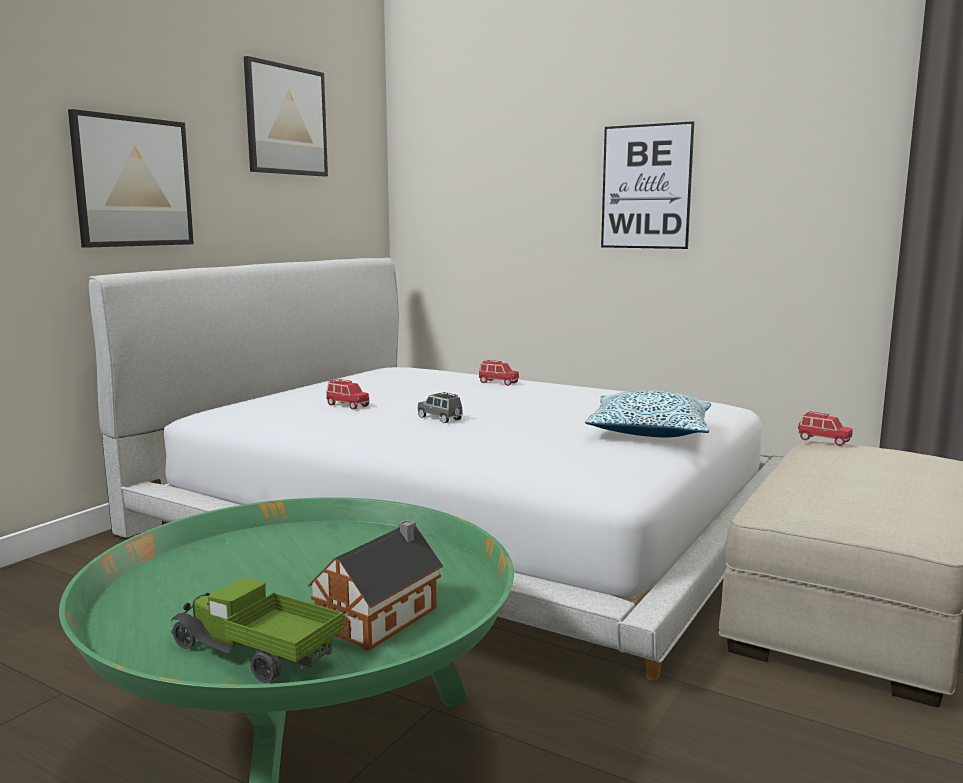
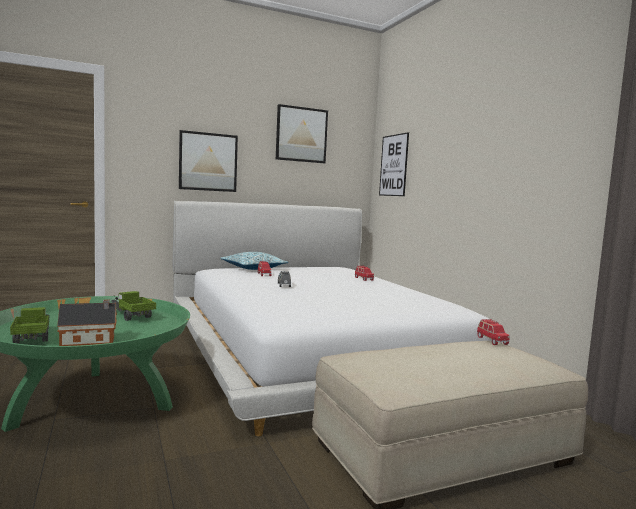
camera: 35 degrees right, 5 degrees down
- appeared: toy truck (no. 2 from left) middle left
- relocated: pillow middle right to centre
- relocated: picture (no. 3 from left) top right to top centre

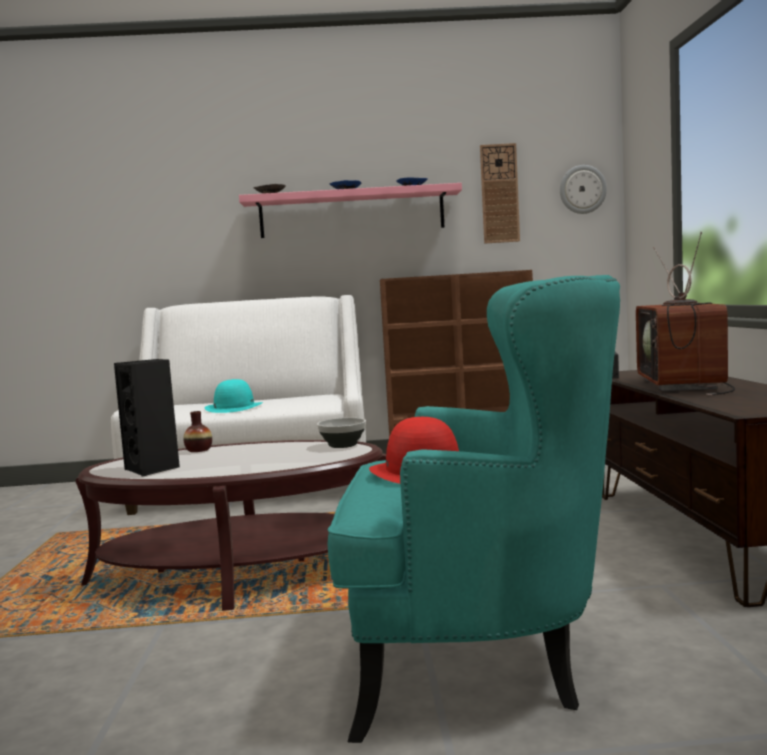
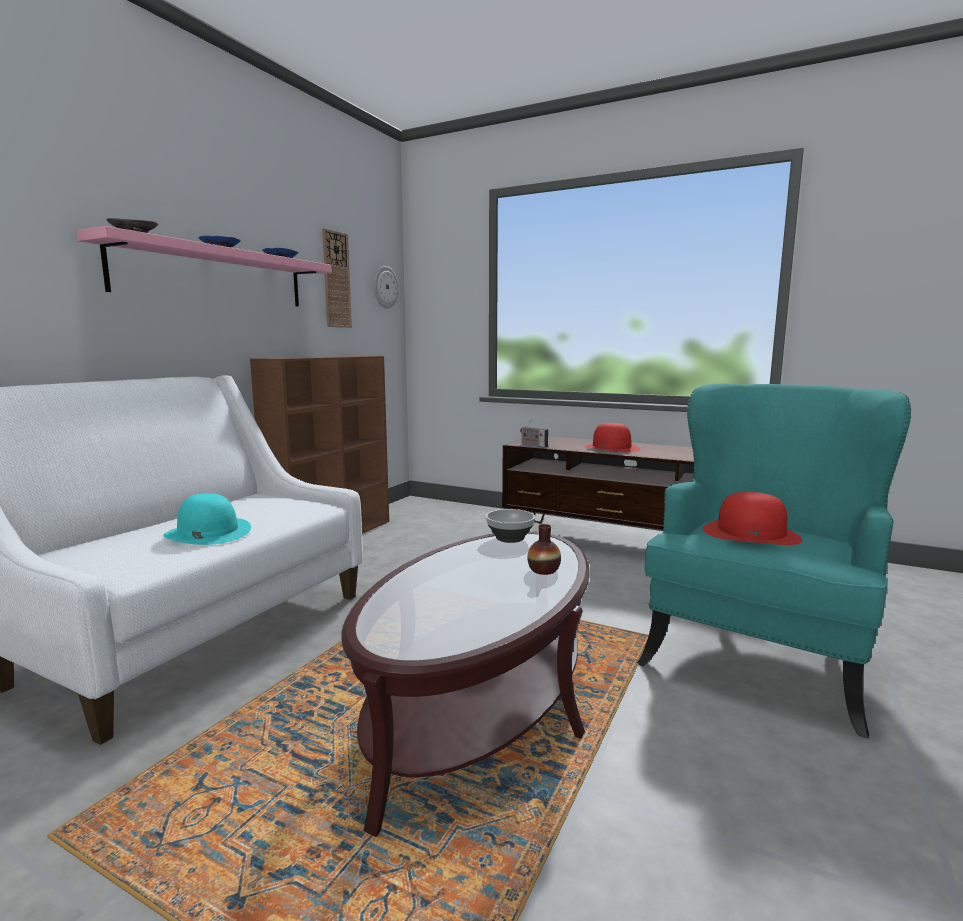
camera: 60 degrees left, 5 degrees up
- missing: speaker in black middle left
- relocated: vase middle left to centre
- exchanged: television middle right to hat in red (no. 1 from left) centre

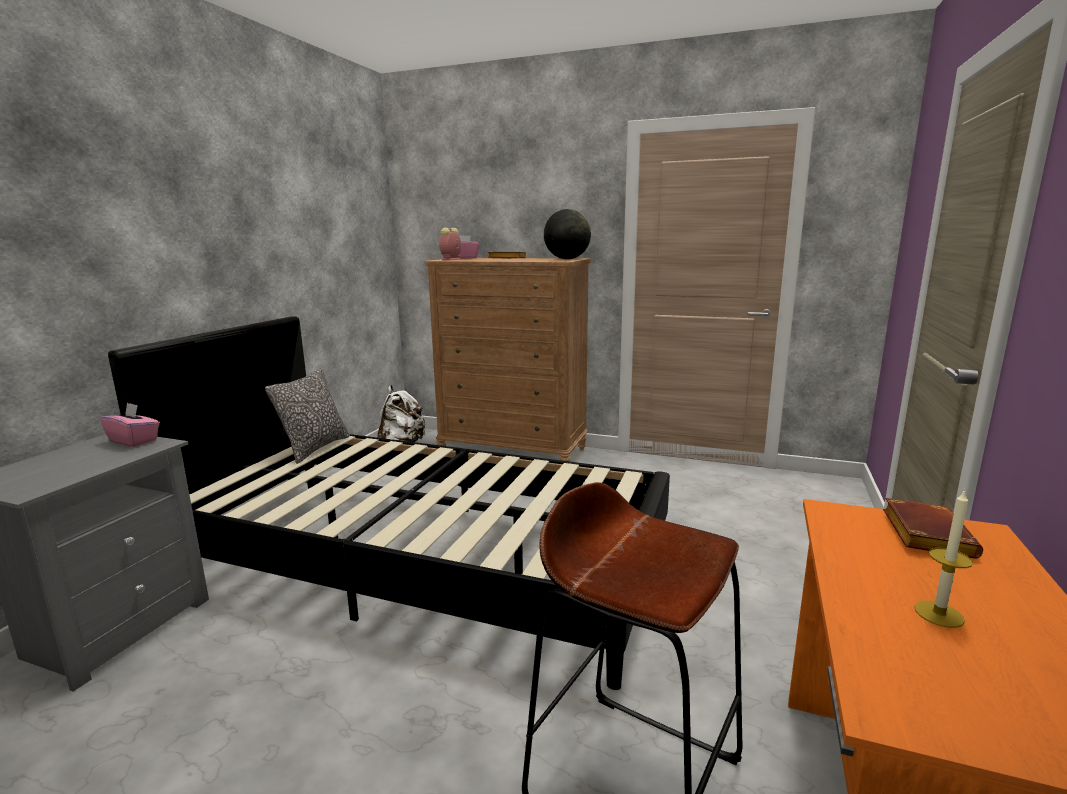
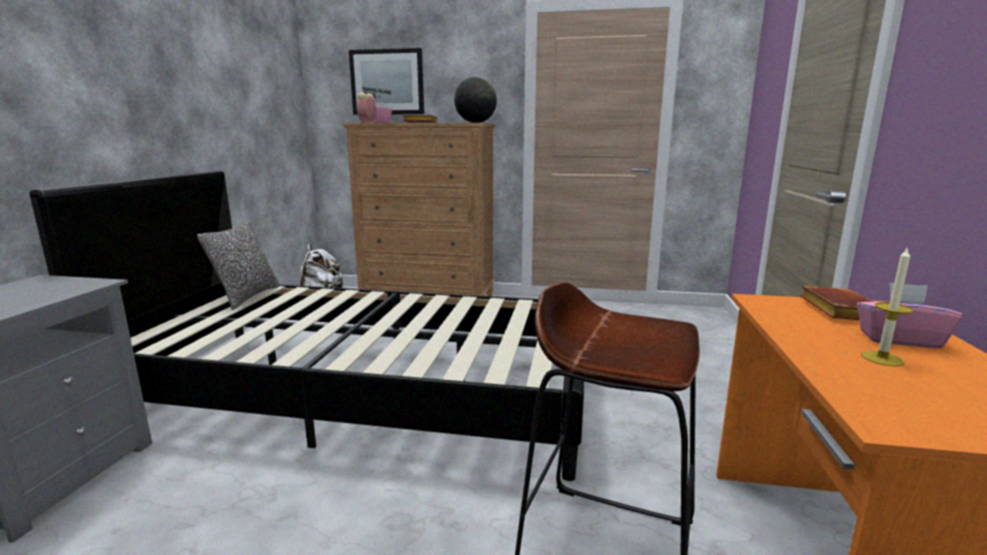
camera: 10 degrees left, 0 degrees up
- appeared: picture top centre
- relocated: tissue box in pink (no. 1 from left in the first image) middle left to tissue box in pink (no. 2 from left) middle right

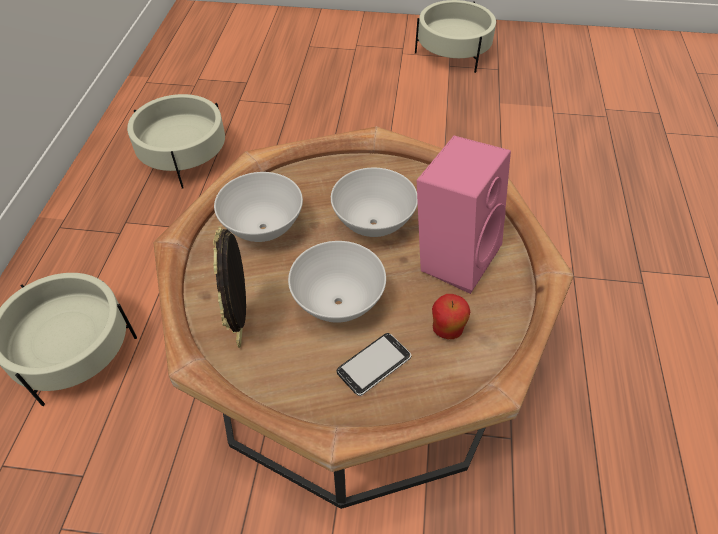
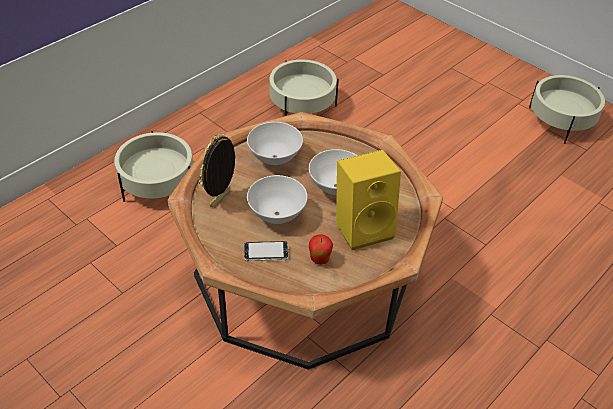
camera: 35 degrees right, 5 degrees down
- colour: speaker in pink centre to speaker in yellow centre

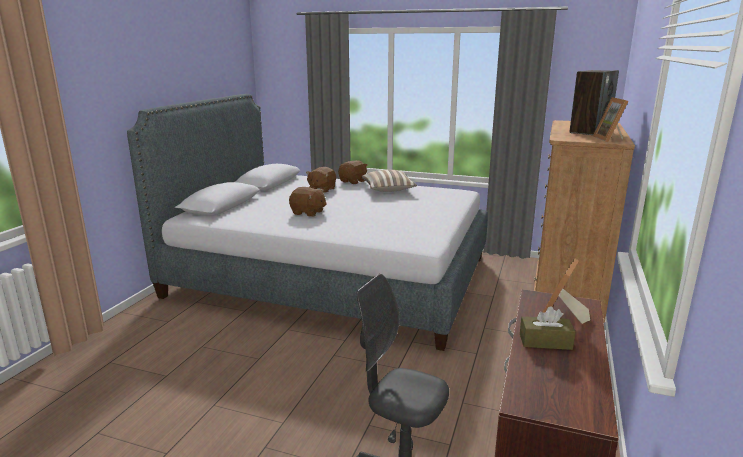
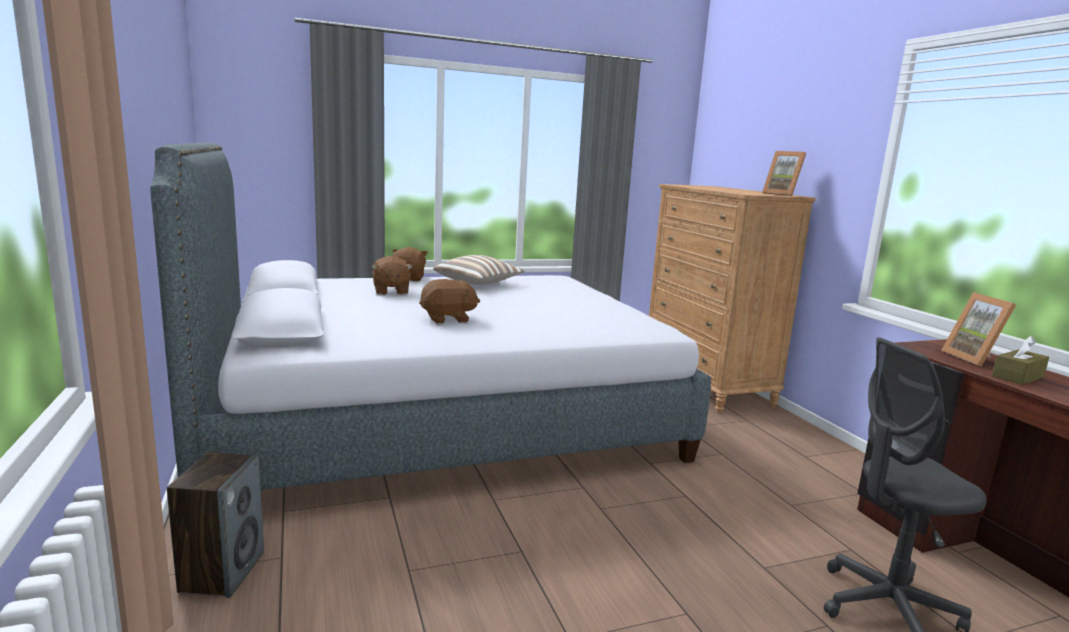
camera: 40 degrees left, 5 degrees down
- relocated: speaker top right to bottom left

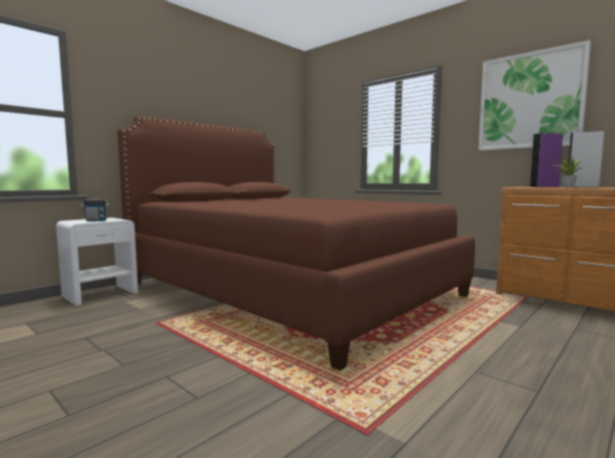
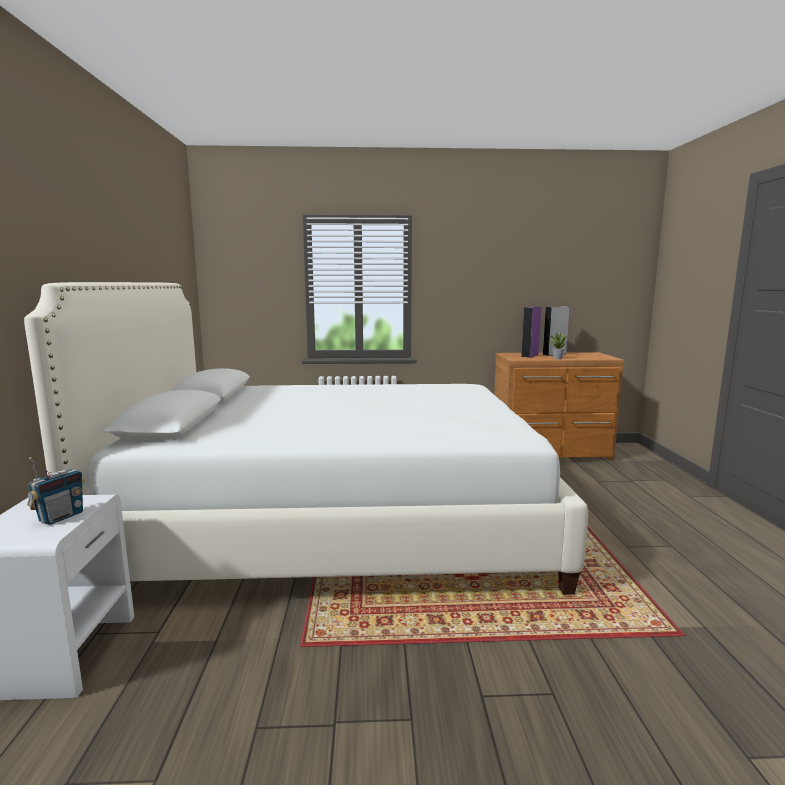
camera: 45 degrees left, 5 degrees up
- missing: picture top right
- colour: bed in brown centre to bed in white centre

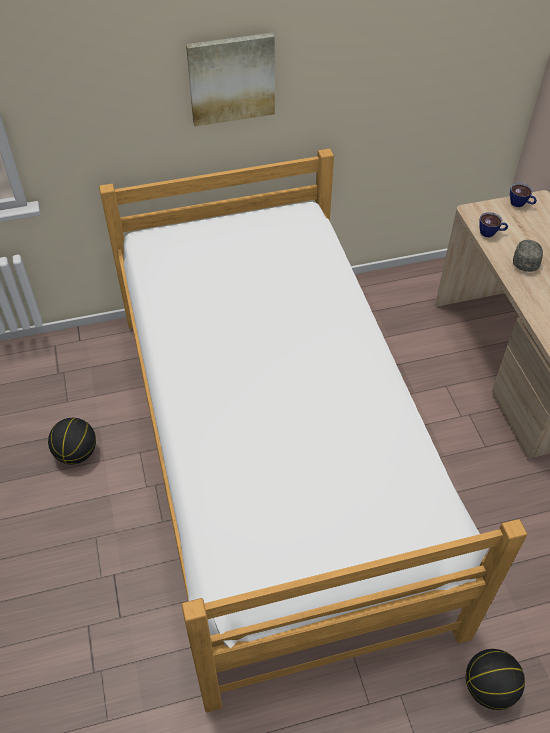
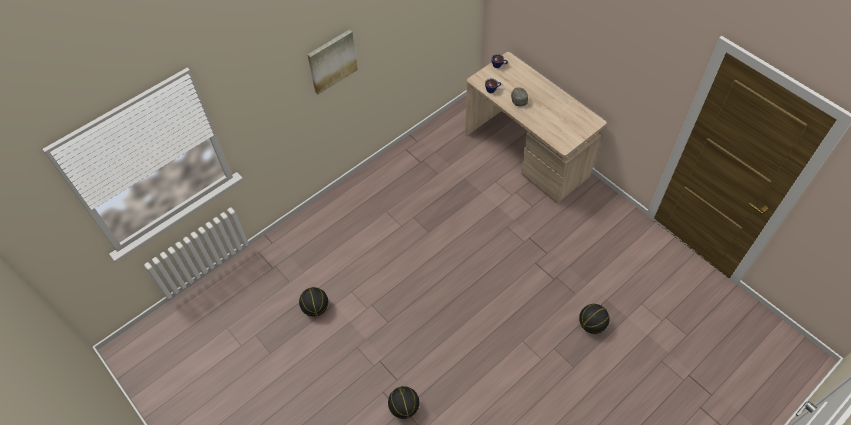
camera: 25 degrees left, 5 degrees up
- missing: bed centre
- appeared: basketball (no. 2 from left) bottom centre

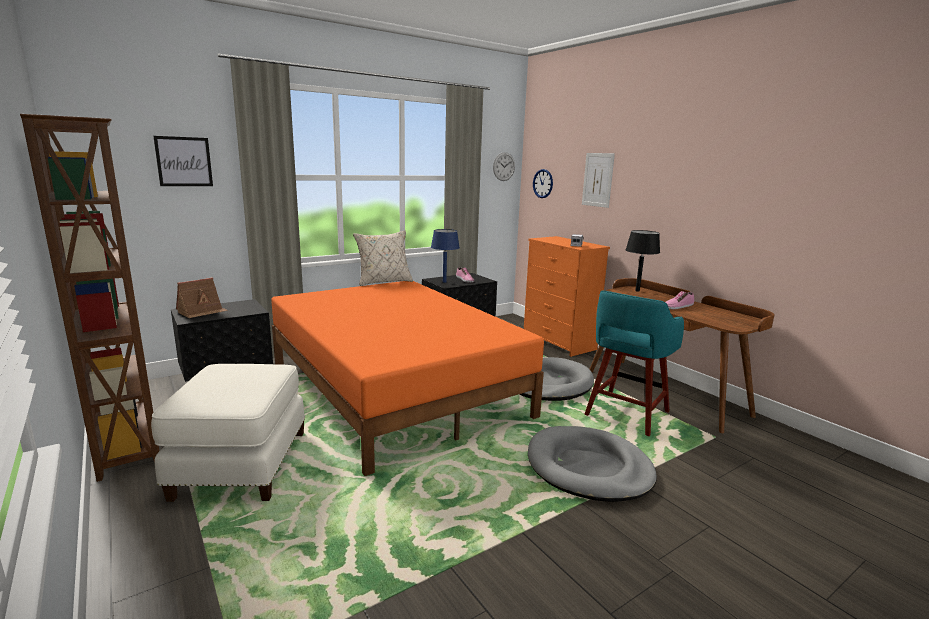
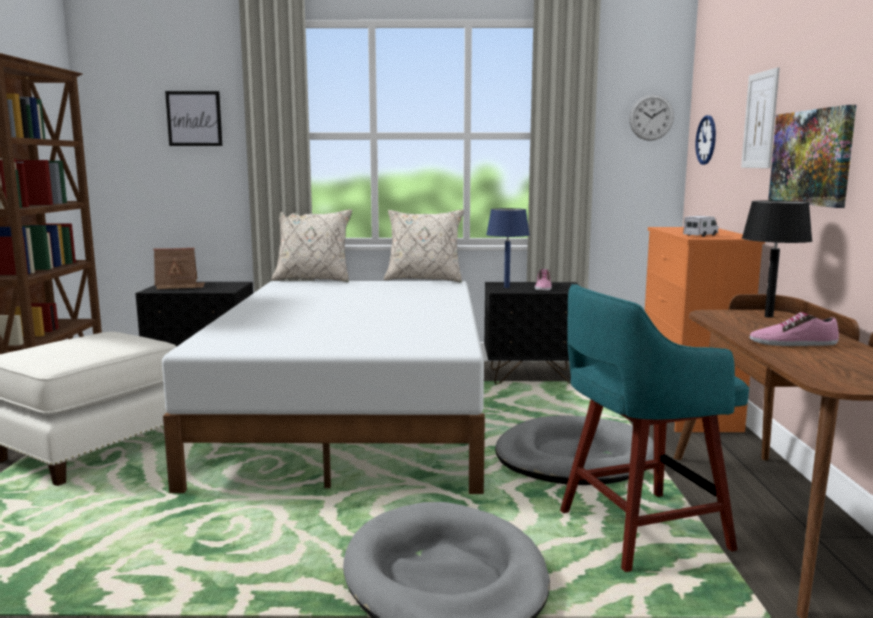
camera: 35 degrees right, 5 degrees down
- appeared: pillow in beige (no. 1 from left) centre
- appeared: picture (no. 3 from left) top right
- colour: bed in orange centre to bed in white centre

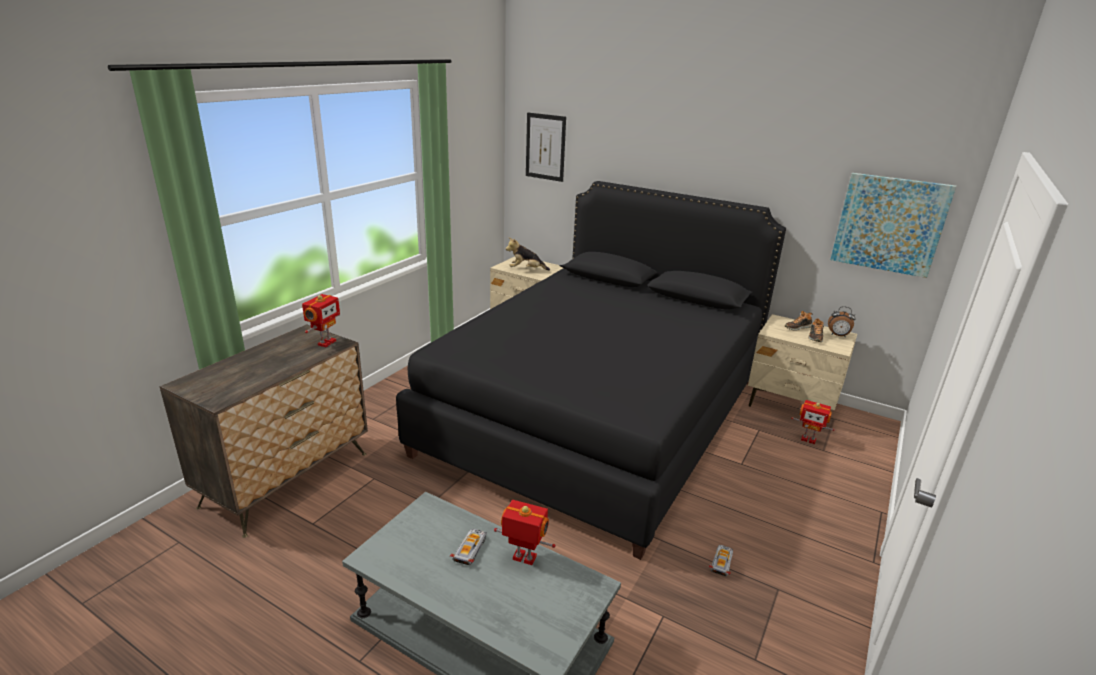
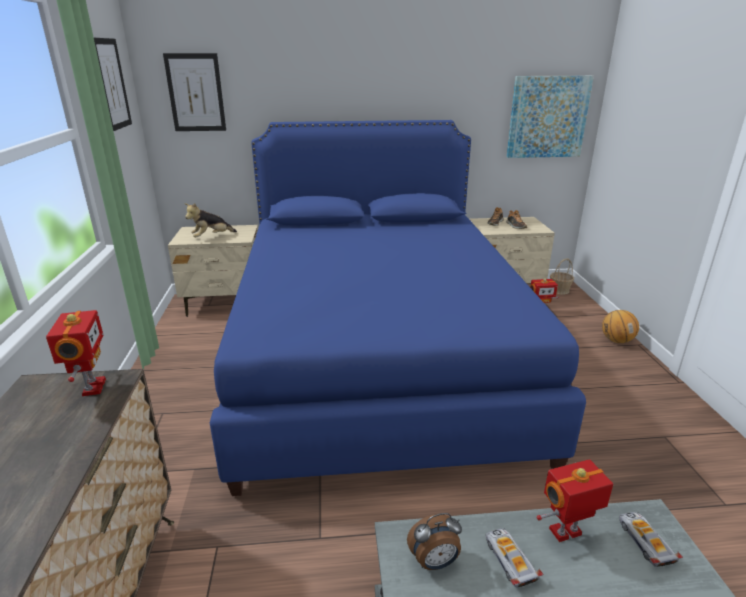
camera: 35 degrees left, 0 degrees up
- appeared: picture (no. 1 from left) top left
- appeared: basket middle right
- appeared: basketball middle right
- relocated: toy car (no. 2 from left) bottom centre to bottom right
- relocated: alarm clock middle right to bottom centre
- colour: bed in black centre to bed in blue centre

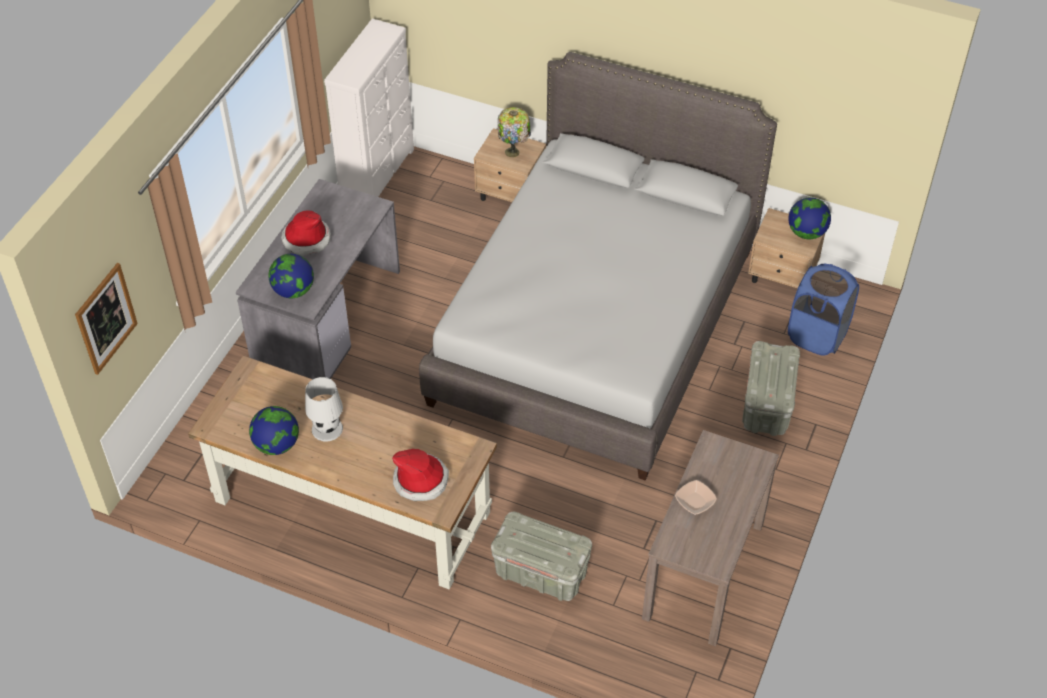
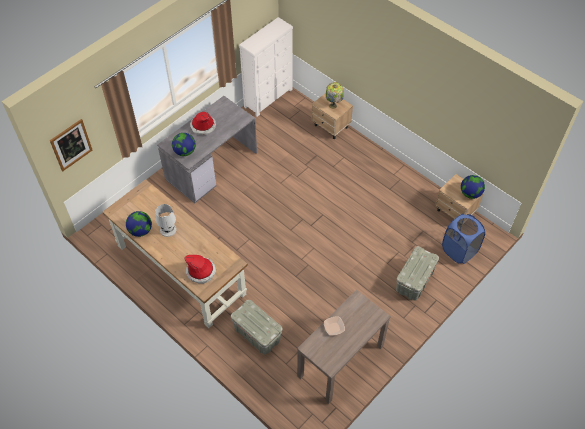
camera: 20 degrees right, 5 degrees up
- missing: bed in grey centre

